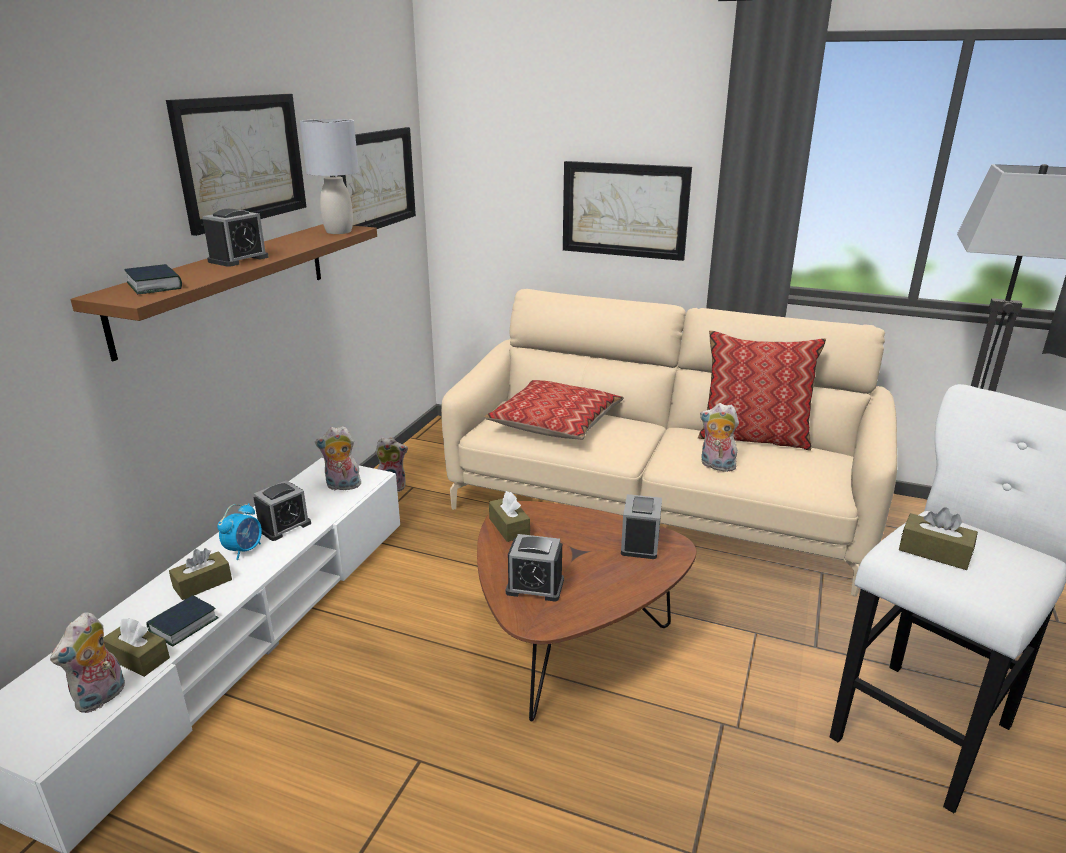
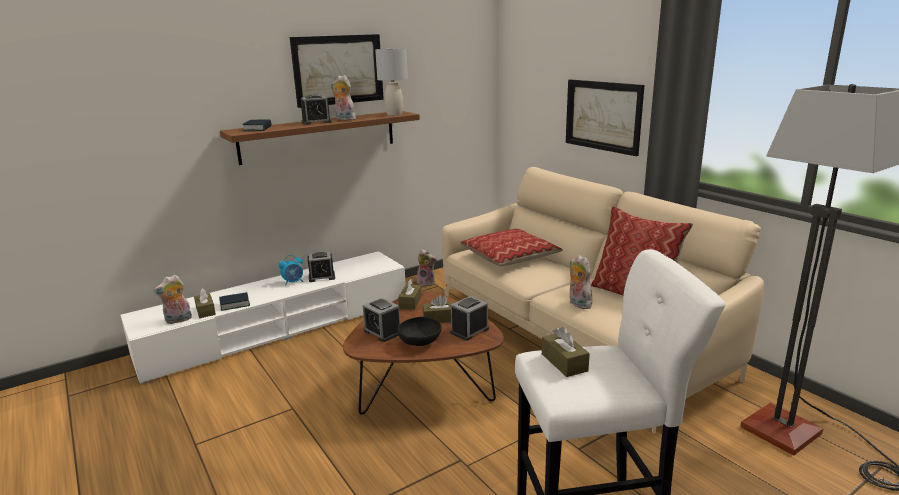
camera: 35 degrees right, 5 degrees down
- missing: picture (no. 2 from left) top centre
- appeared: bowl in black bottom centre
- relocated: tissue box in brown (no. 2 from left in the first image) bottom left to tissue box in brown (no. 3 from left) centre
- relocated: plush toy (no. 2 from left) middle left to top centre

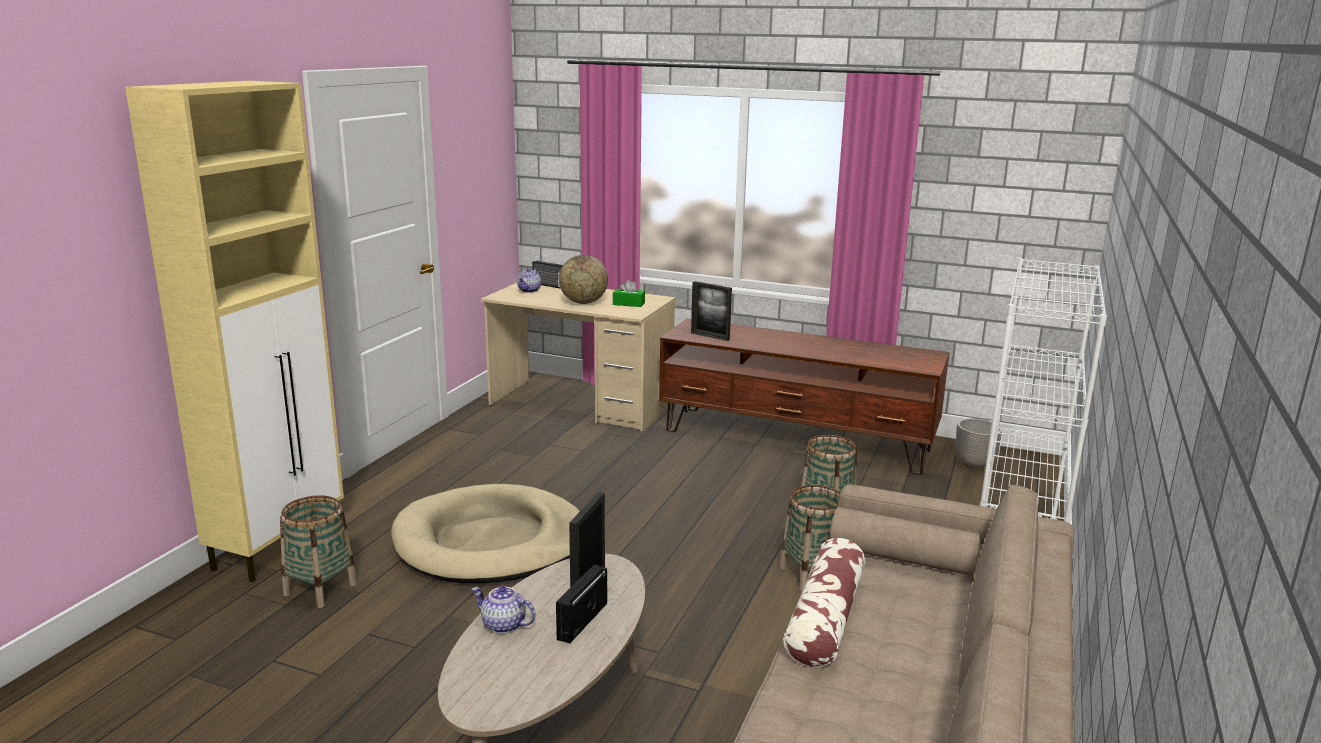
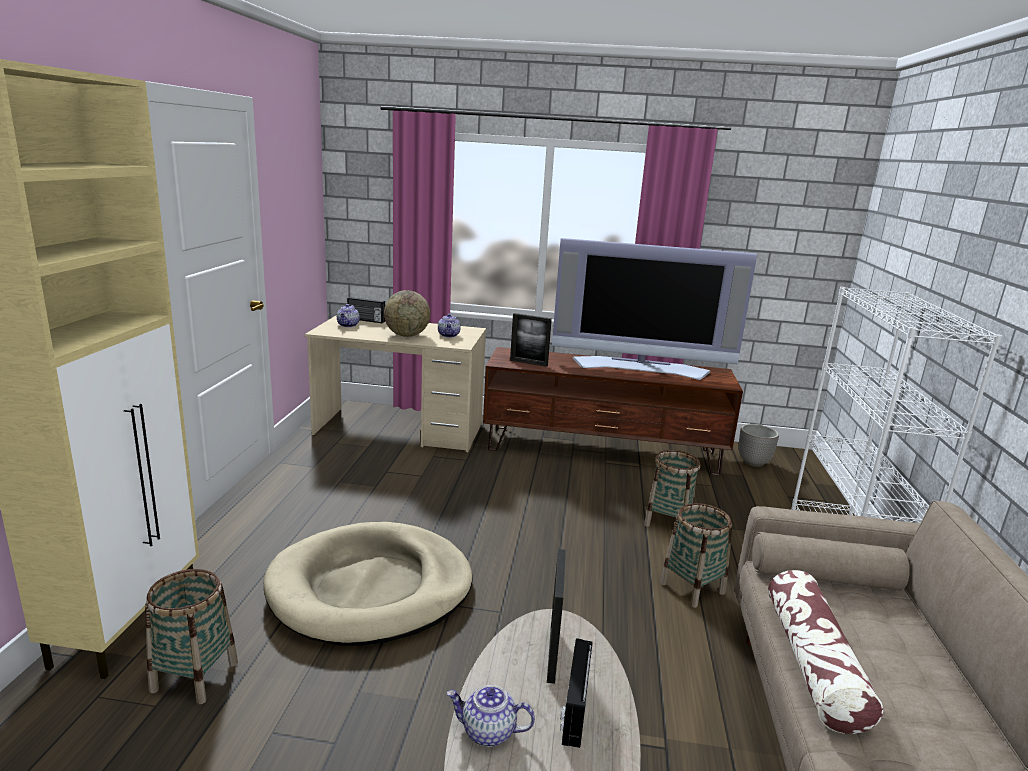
camera: 15 degrees left, 0 degrees up
- appeared: television centre
- exchanged: tissue box in green centre to teapot (no. 2 from left) centre

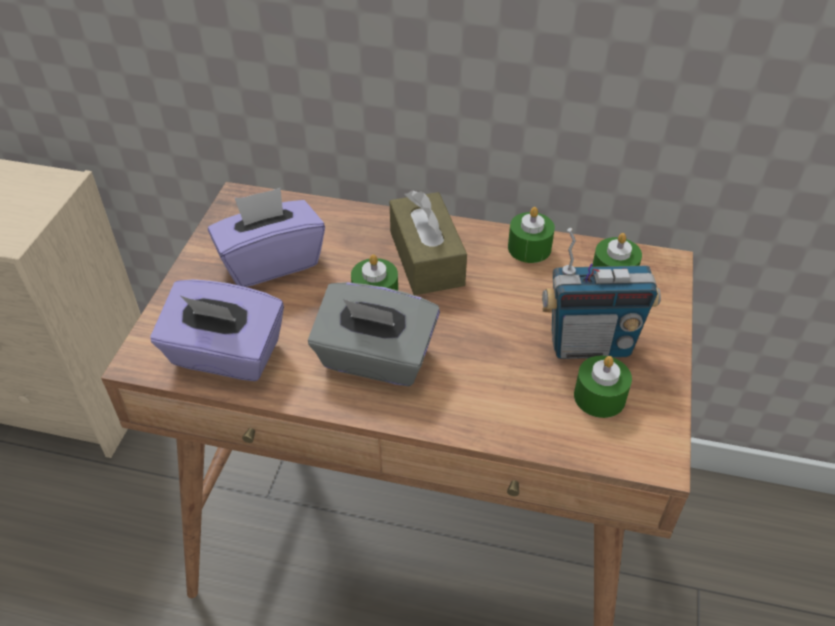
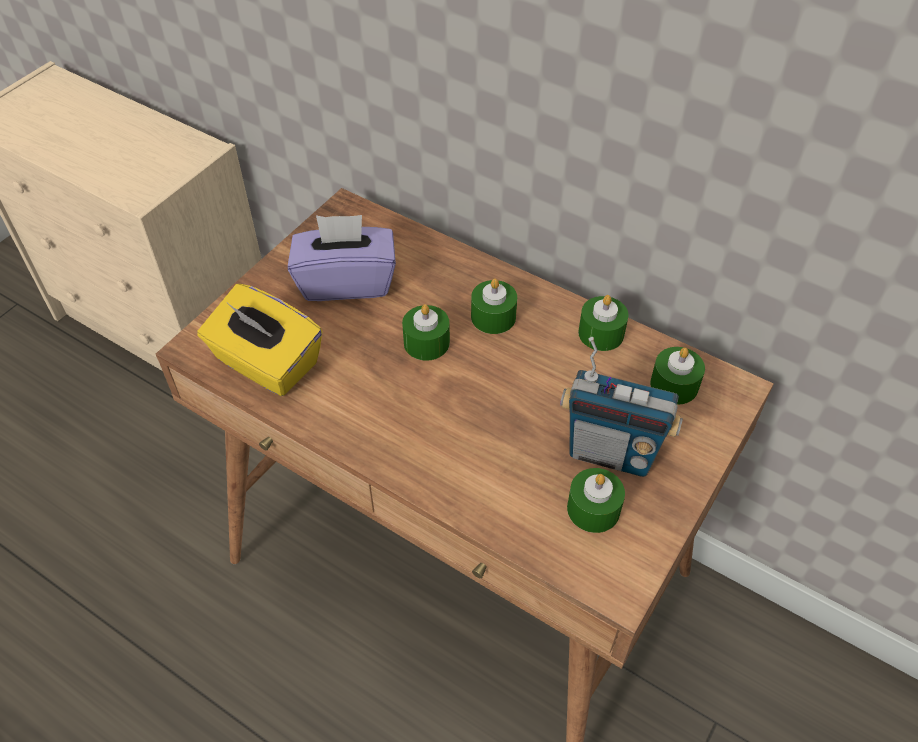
camera: 20 degrees right, 5 degrees up
- missing: tissue box in grey centre
- exchanged: tissue box in brown centre to candle in green (no. 2 from left) centre
- colour: tissue box in purple (no. 1 from left) middle left to tissue box in yellow middle left

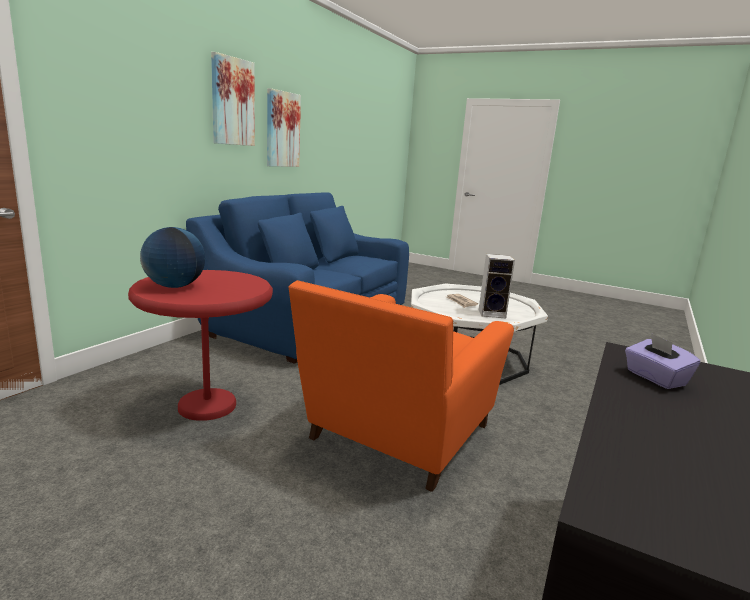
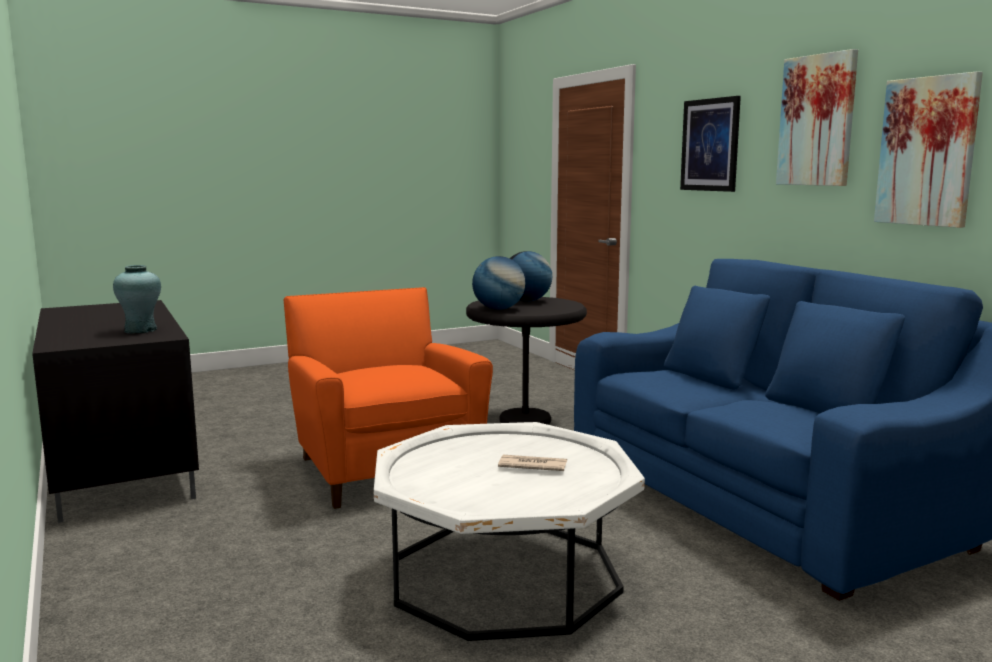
camera: 125 degrees right, 5 degrees down
- missing: speaker centre
- appeared: globe (no. 1 from left) centre
- appeared: picture (no. 1 from left) top right
- exchanged: tissue box in purple middle right to vase in turquoise middle left
- colour: side table in red middle left to side table in black centre

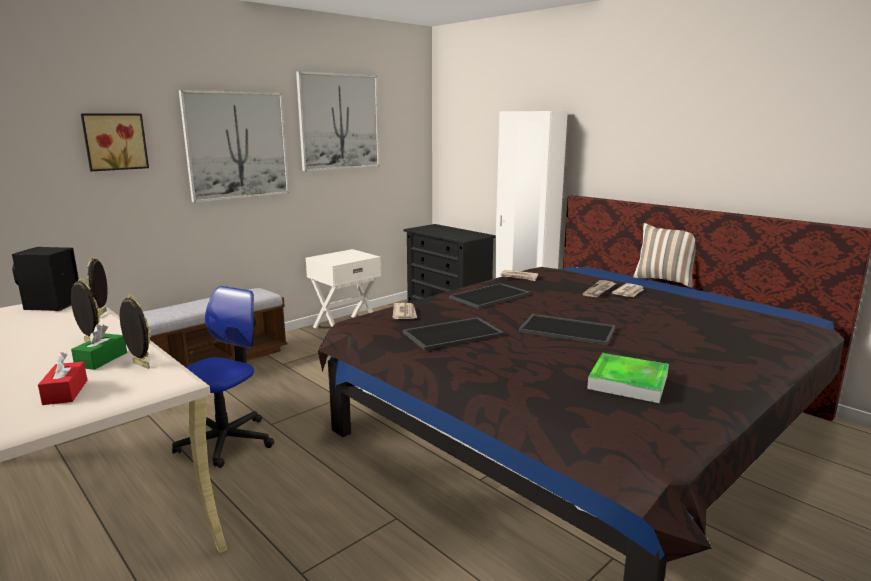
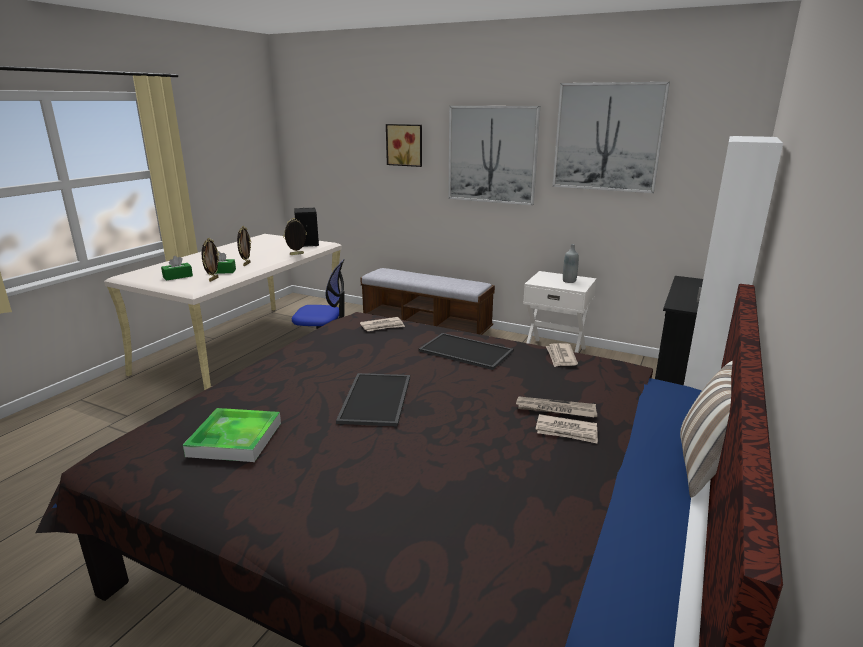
camera: 70 degrees right, 5 degrees up
- missing: tray (no. 1 from left) centre
- appeared: bottle in grey centre
- colour: tissue box in red middle left to tissue box in green (no. 1 from left) middle left

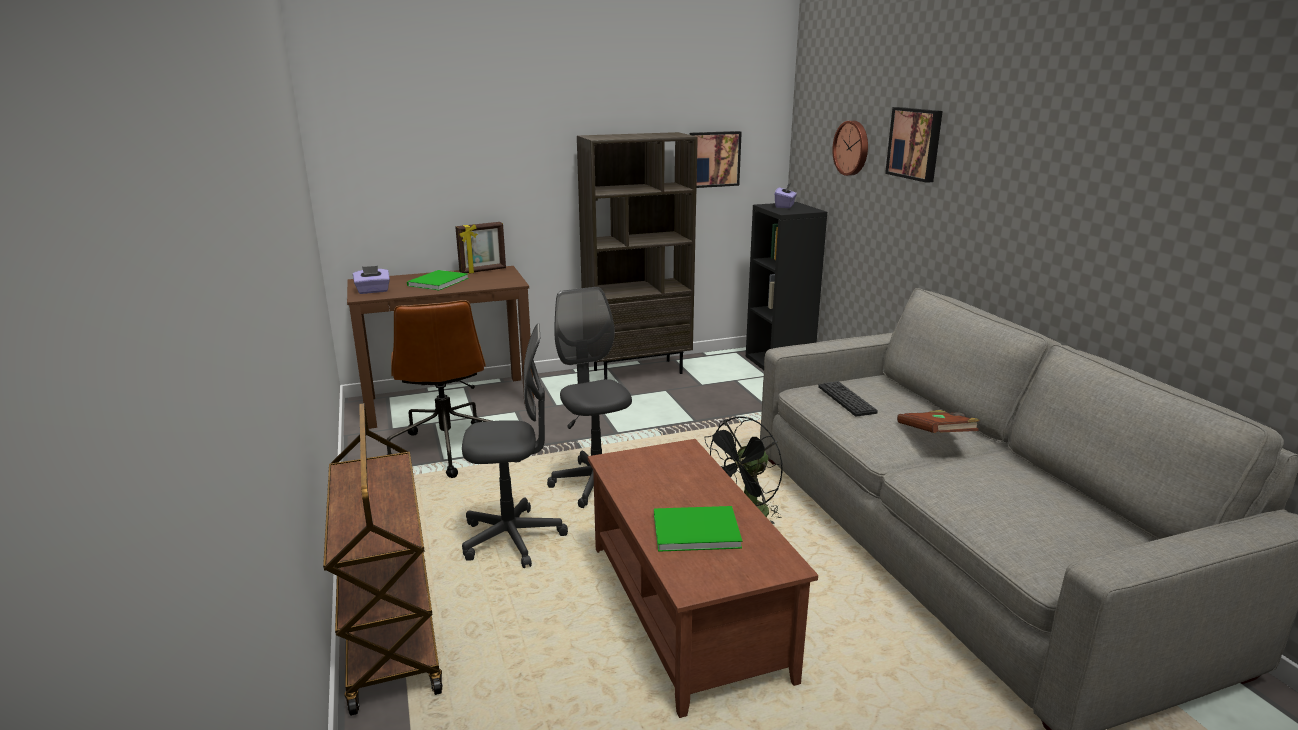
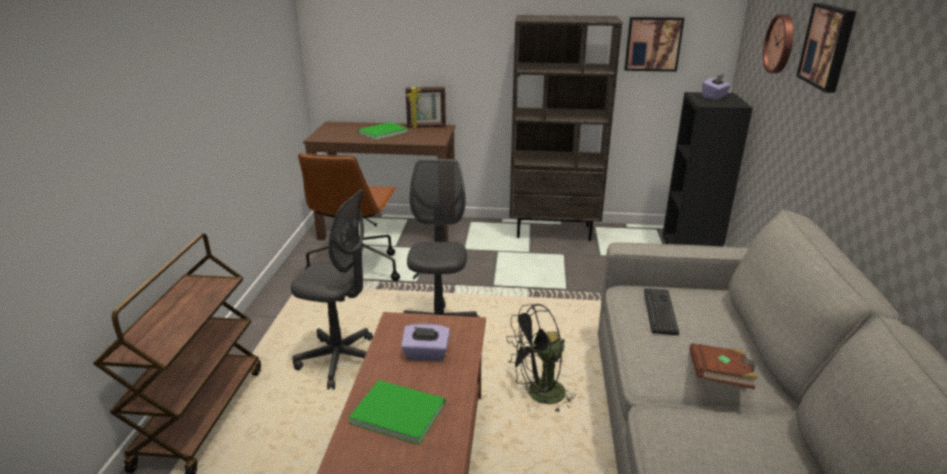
camera: 25 degrees right, 5 degrees up
- relocated: tissue box in purple (no. 1 from left) middle left to bottom centre

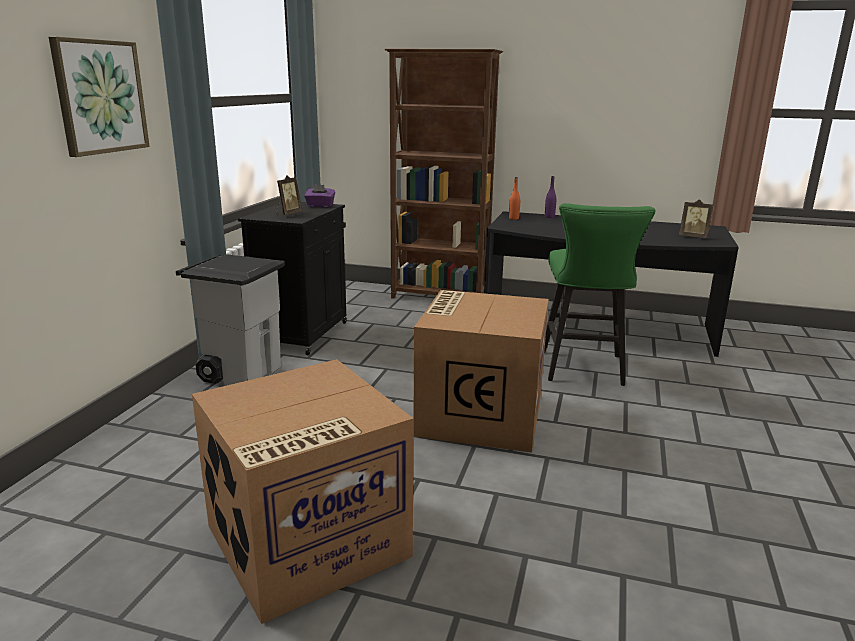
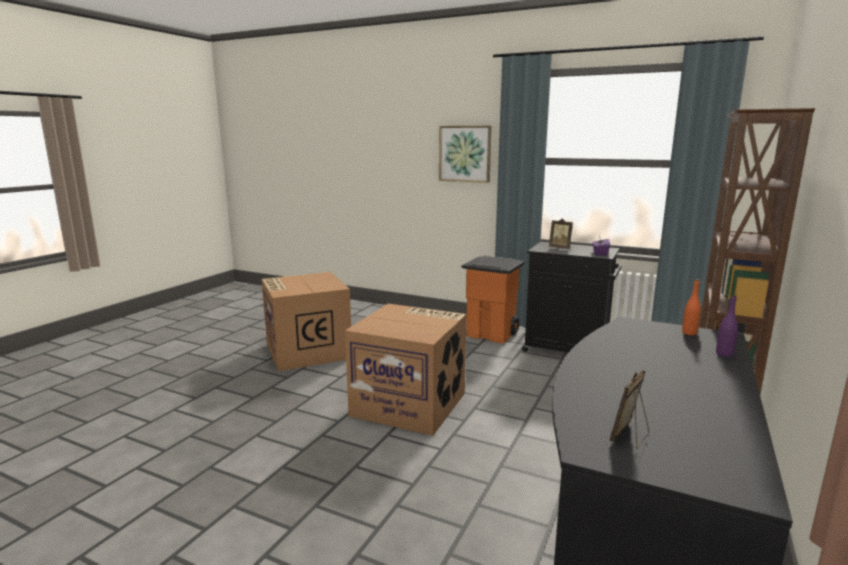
camera: 100 degrees right, 5 degrees down
- missing: stool in green middle right
- colour: trash can in grey middle left to trash can in orange centre

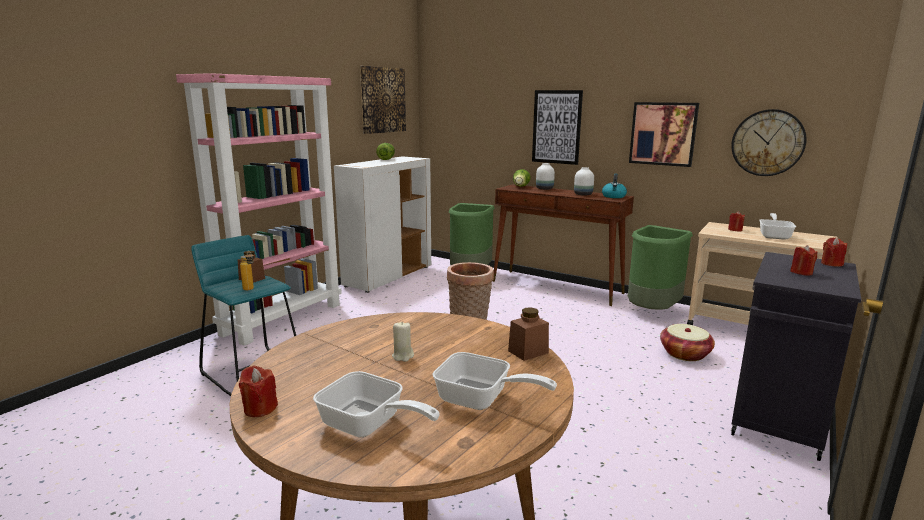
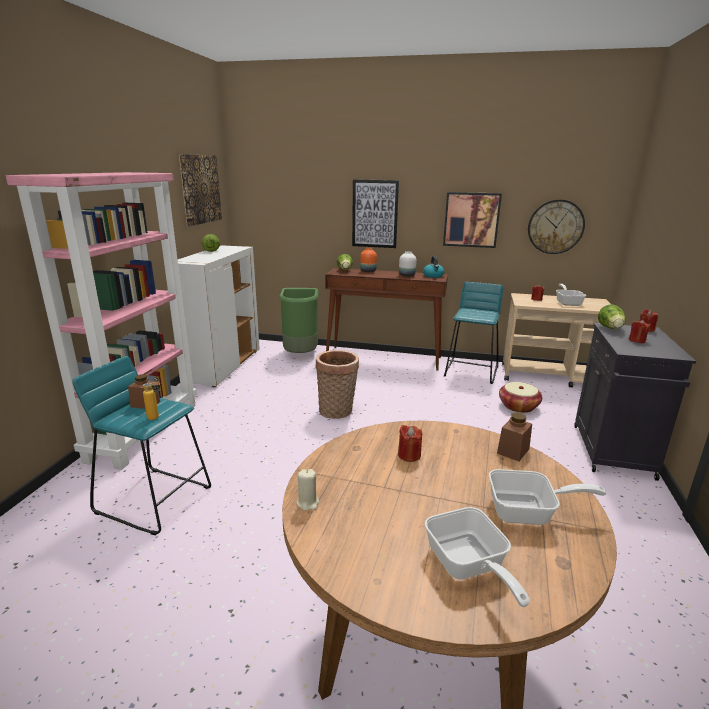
camera: 20 degrees left, 5 degrees up
- appeared: lettuce (no. 3 from left) middle right
- relocated: candle in red (no. 1 from left) bottom left to centre
- relocated: candle in beige centre to bottom centre
- exchanged: trash can in green (no. 2 from left) middle right to stool in turquoise (no. 2 from left) middle right
- colour: vase in white (no. 1 from left) centre to vase in orange centre
- spun: frying pan (no. 1 from left) bottom centre = bottom right 60 degrees clockwise

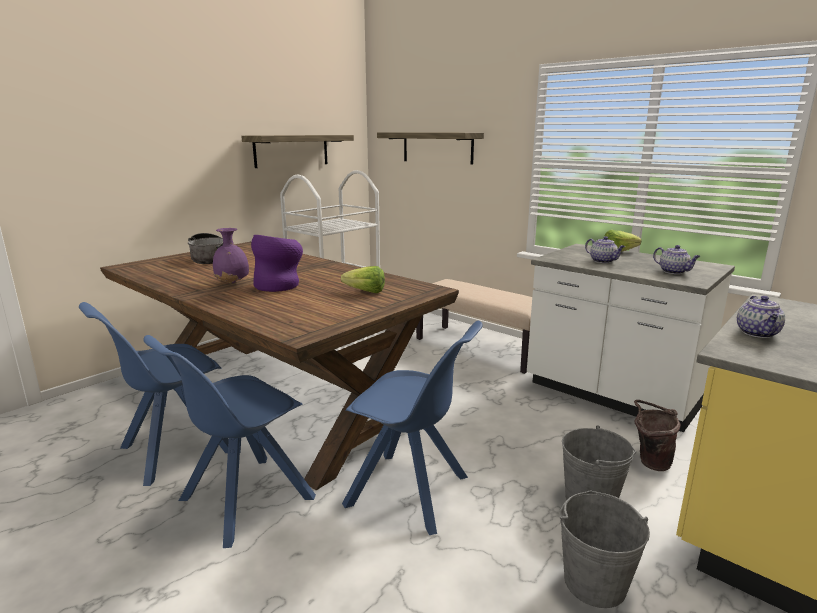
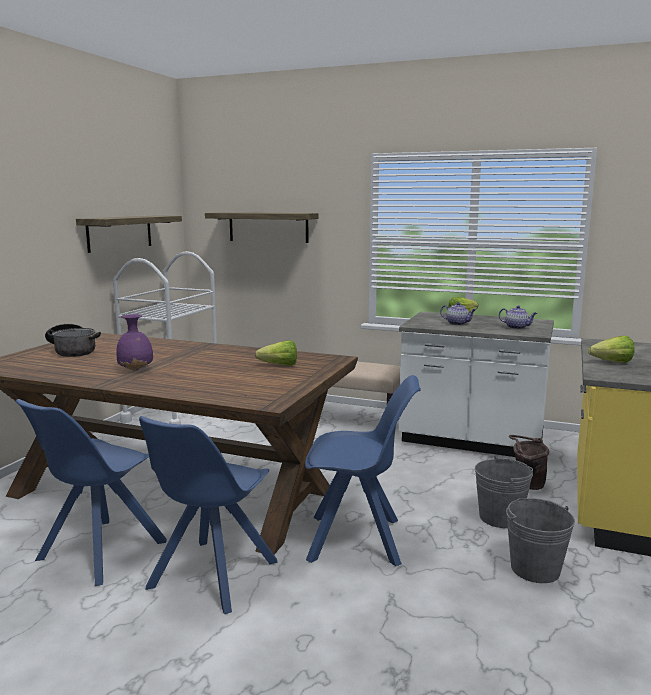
camera: 20 degrees left, 5 degrees down
- missing: vase in purple (no. 2 from left) centre
- exchanged: teapot (no. 3 from left) middle right to lettuce (no. 3 from left) middle right

